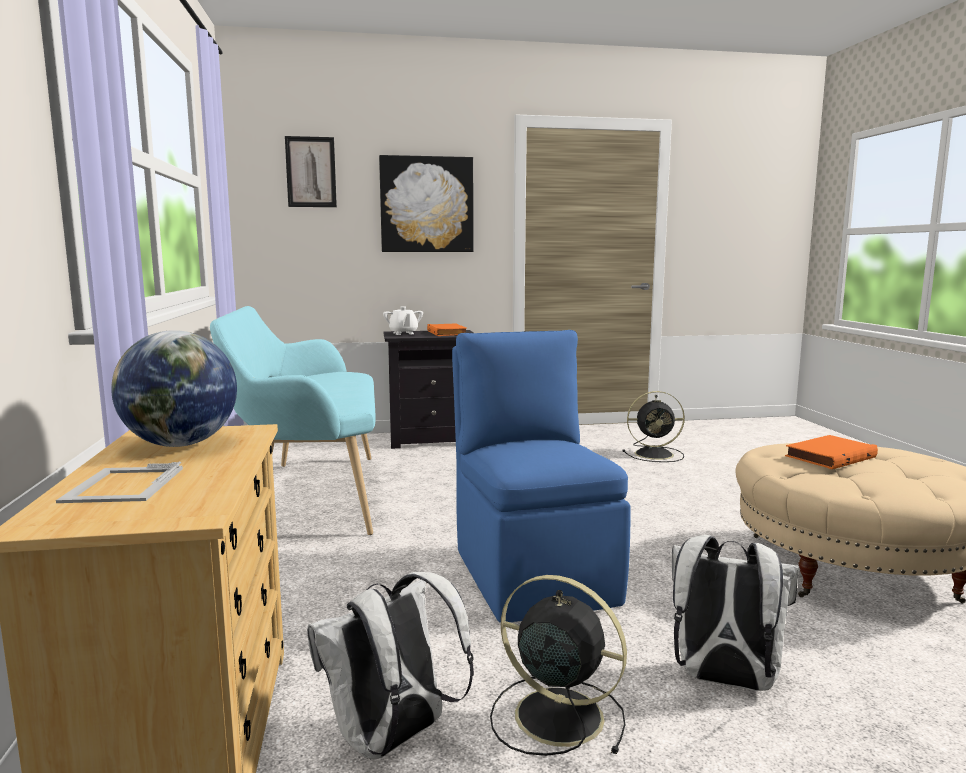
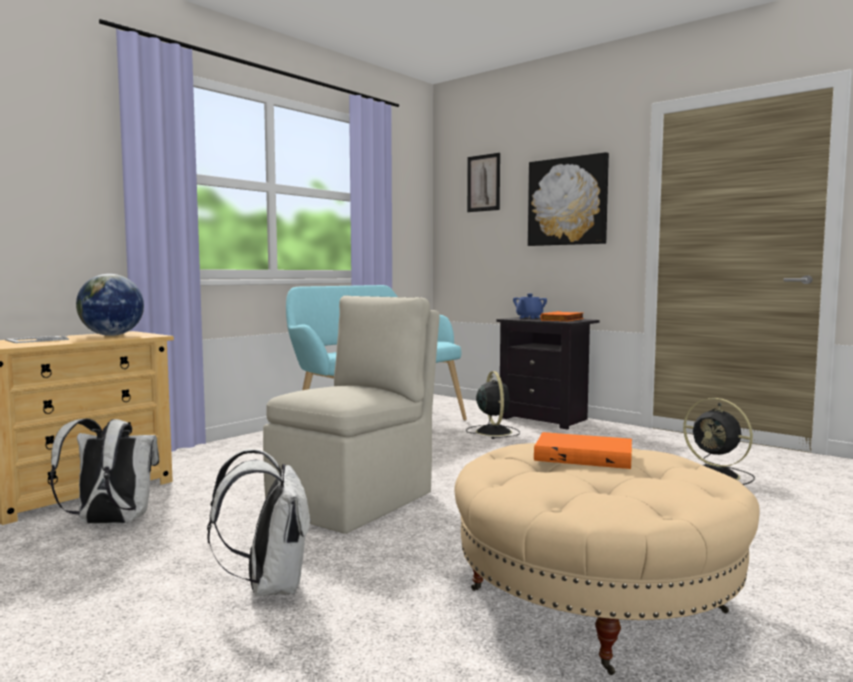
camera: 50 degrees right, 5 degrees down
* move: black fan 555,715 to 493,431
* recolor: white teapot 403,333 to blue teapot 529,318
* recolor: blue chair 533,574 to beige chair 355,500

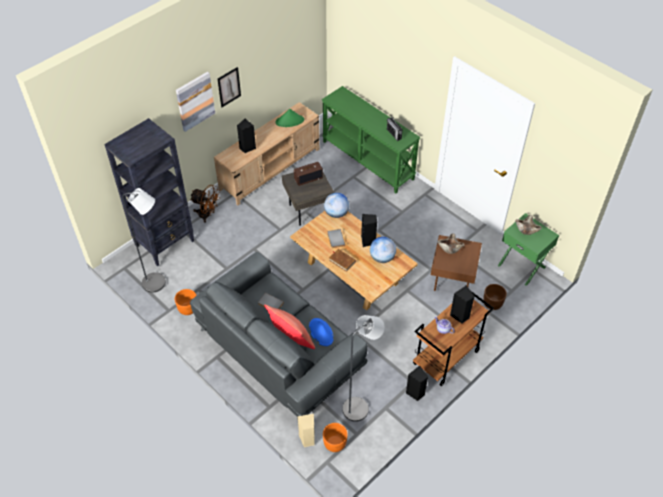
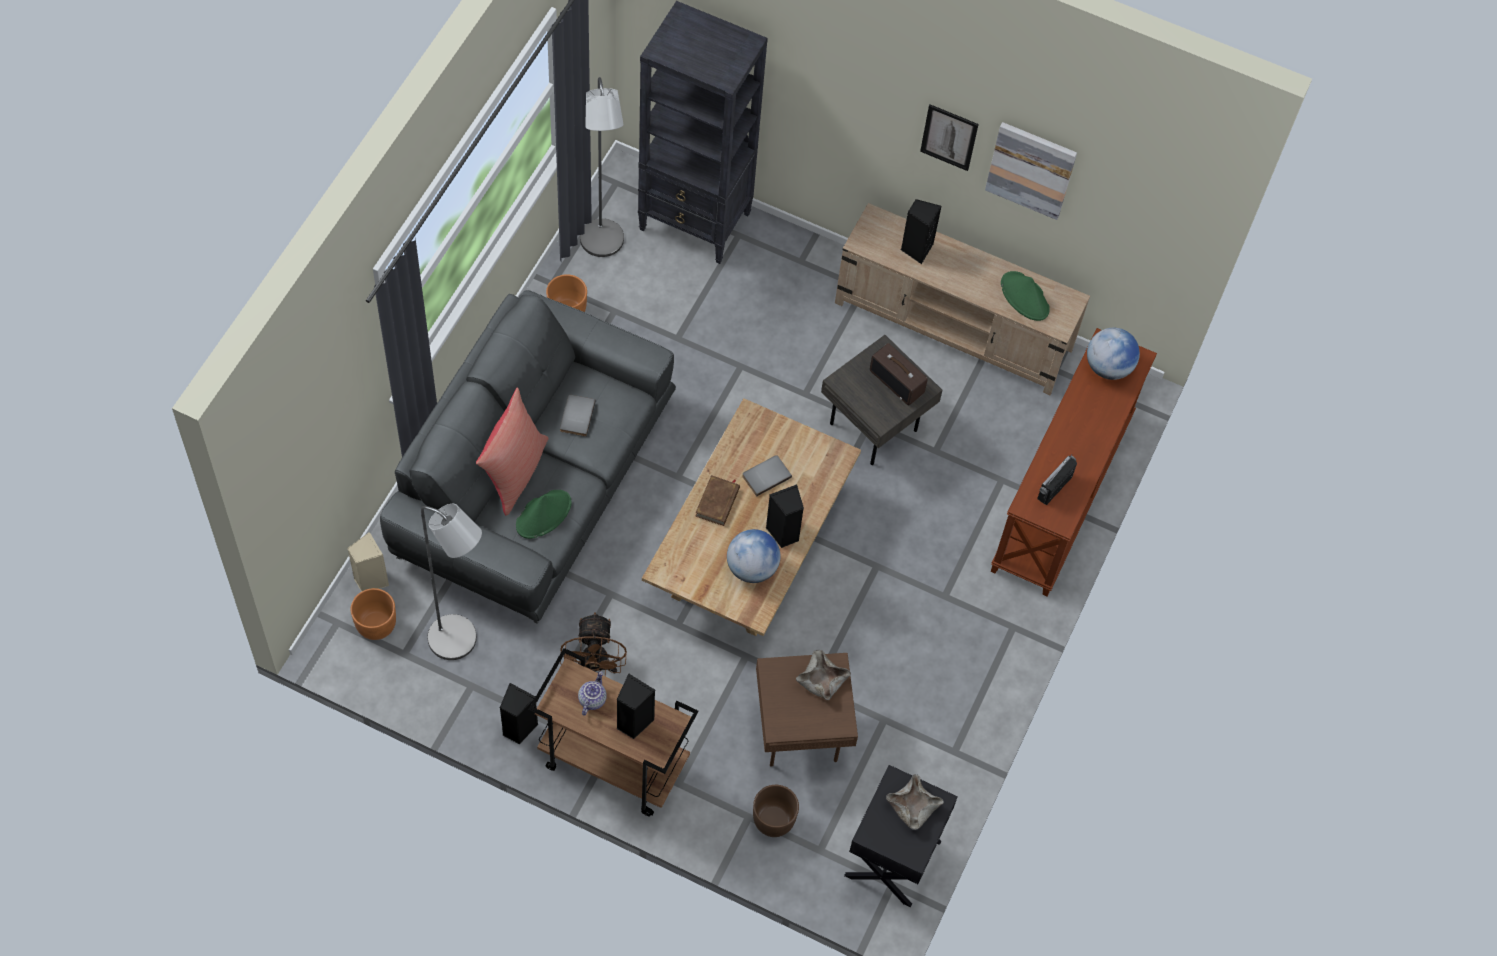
camera: 65 degrees right, 10 degrees up
* move: picture 195,101 to 1031,169
* move: brown fan 207,215 to 594,667
* move: globe 336,213 to 1108,367
* recolor: blue hat 321,332 to green hat 544,514
* recolor: green console table 368,160 to brown console table 1062,495
* recolor: green nightstand 522,266 to black nightstand 894,859

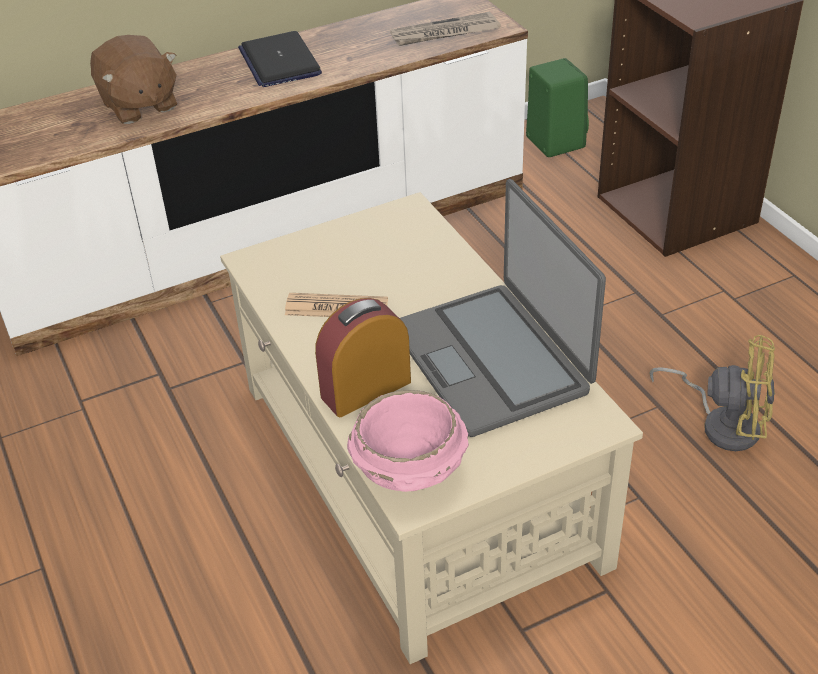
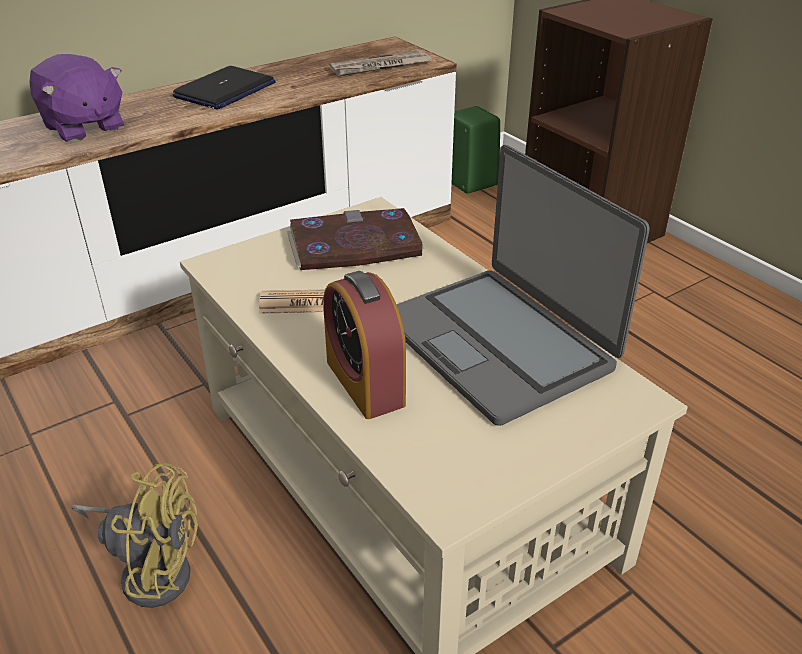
camera: 10 degrees left, 5 degrees down
* delete: pink bowl 410,472
* insert: book 354,246
* move: yellow fan 723,424 to 152,569
* recolor: brown plush toy 139,106 to purple plush toy 83,127
* rotate: laptop 279,61 = 225,90 120 degrees counterclockwise
* rotate: alarm clock 366,389 = 365,383 75 degrees counterclockwise

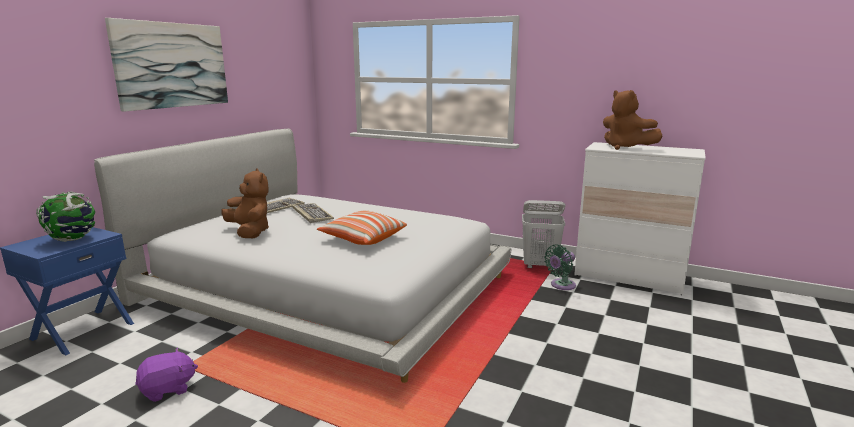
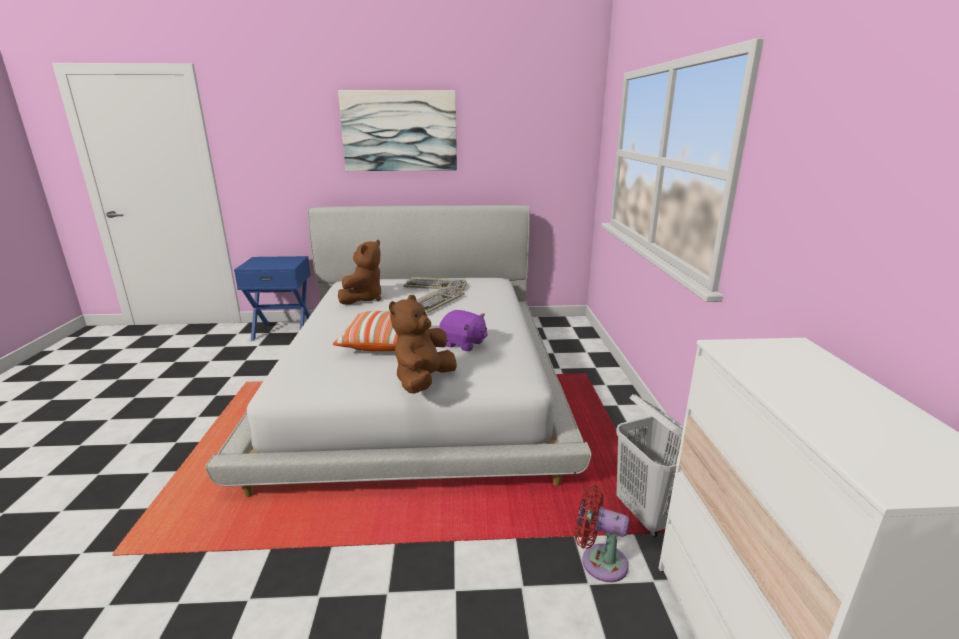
camera: 60 degrees right, 5 degrees up
* delete: globe 72,239
* move: purple plush toy 168,389 to 463,344
* move: brown plush toy 625,148 to 423,381
* recolor: green fan 561,285 to red fan 599,561

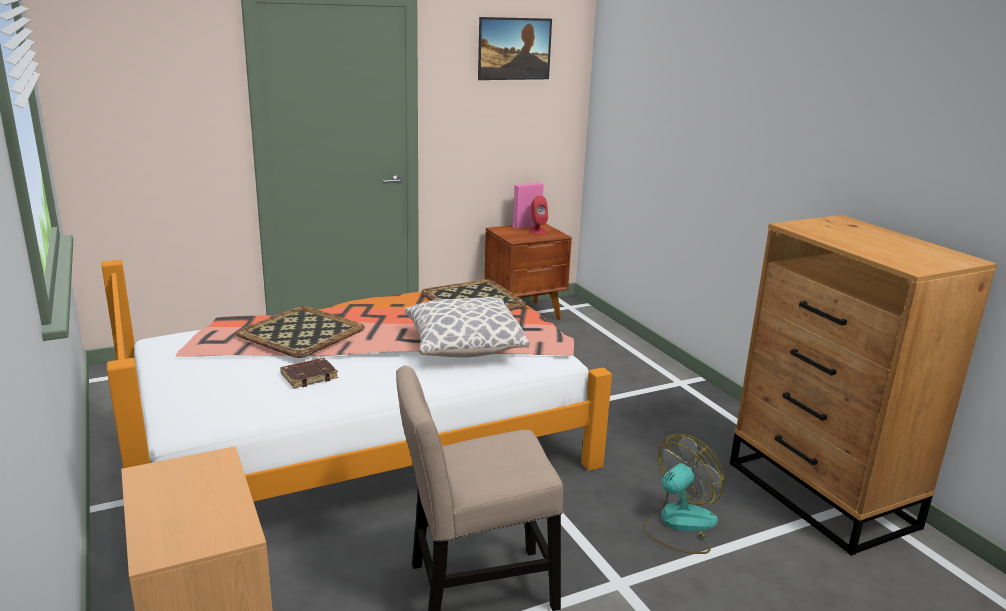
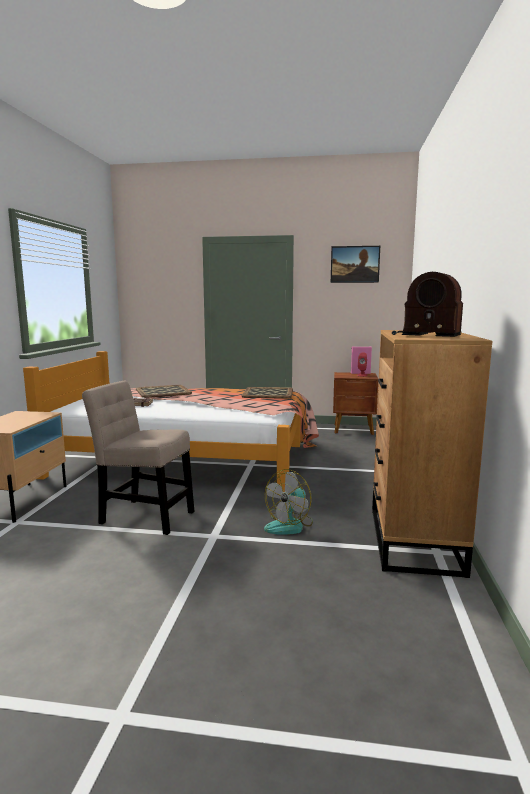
camera: 35 degrees right, 10 degrees down
* delete: pillow 464,347
* insert: radio 425,335
* rotate: fan 679,524 = 290,525 135 degrees clockwise

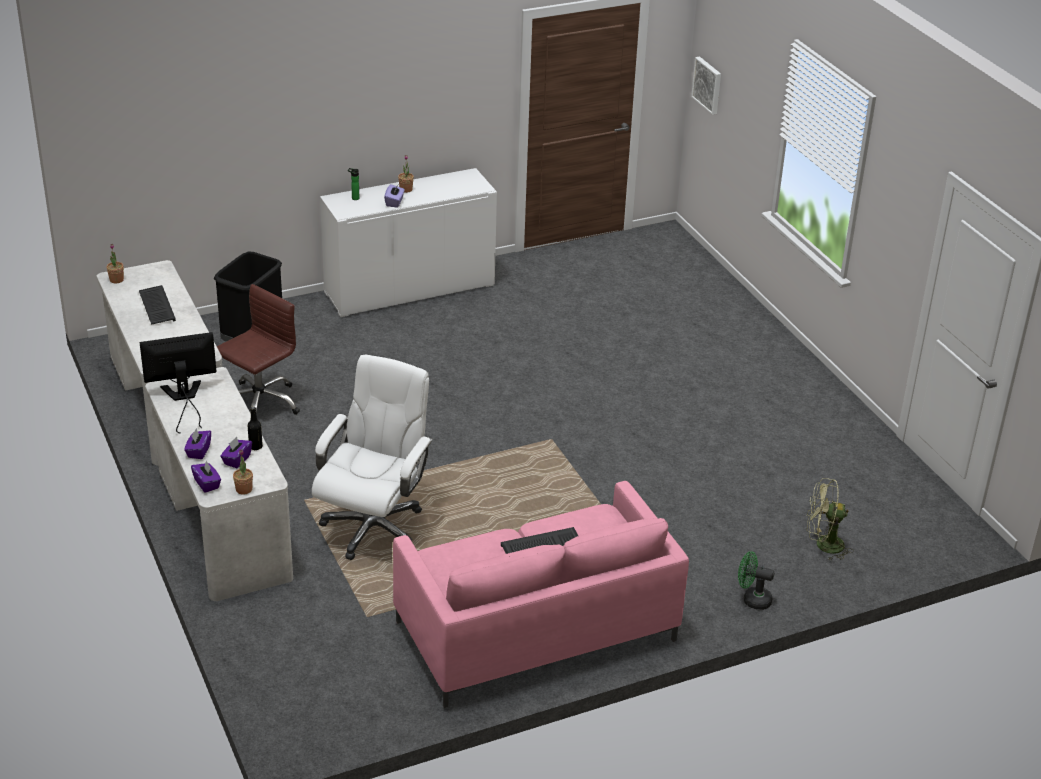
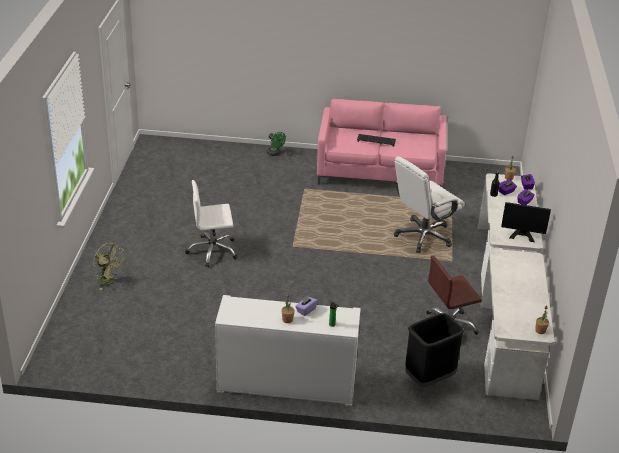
camera: 150 degrees left, 0 degrees up
* delete: keyboard 156,306
* delete: picture 708,85
* insert: white office chair 212,251
* move: green fan 823,545 to 109,281

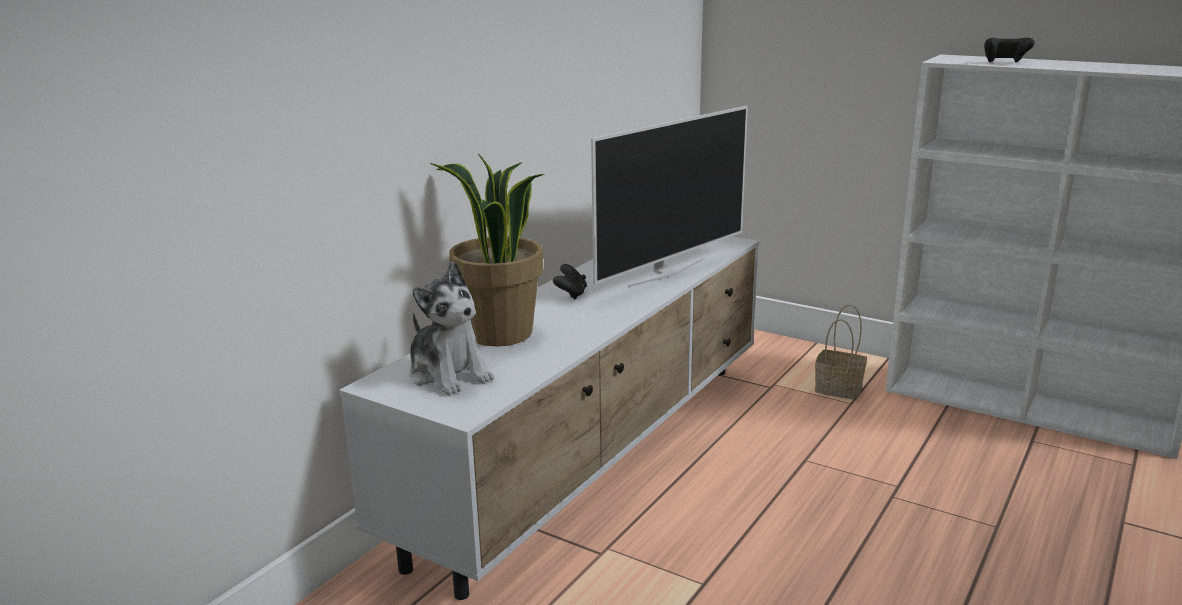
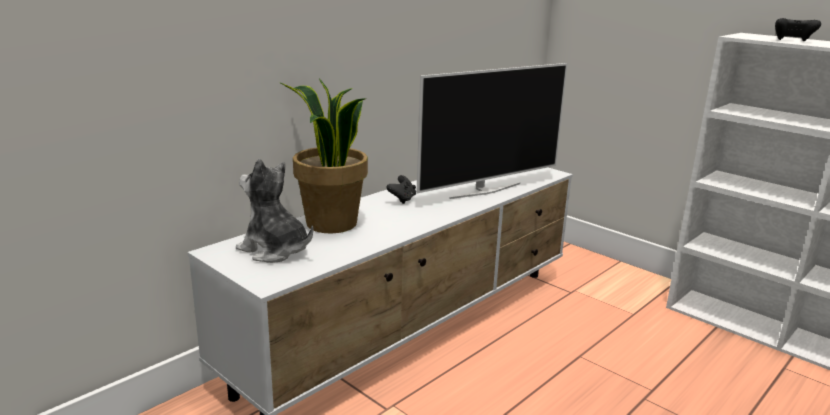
camera: 10 degrees right, 0 degrees up
* delete: basket 840,389
* rotate: plush toy 449,374 = 275,250 150 degrees clockwise

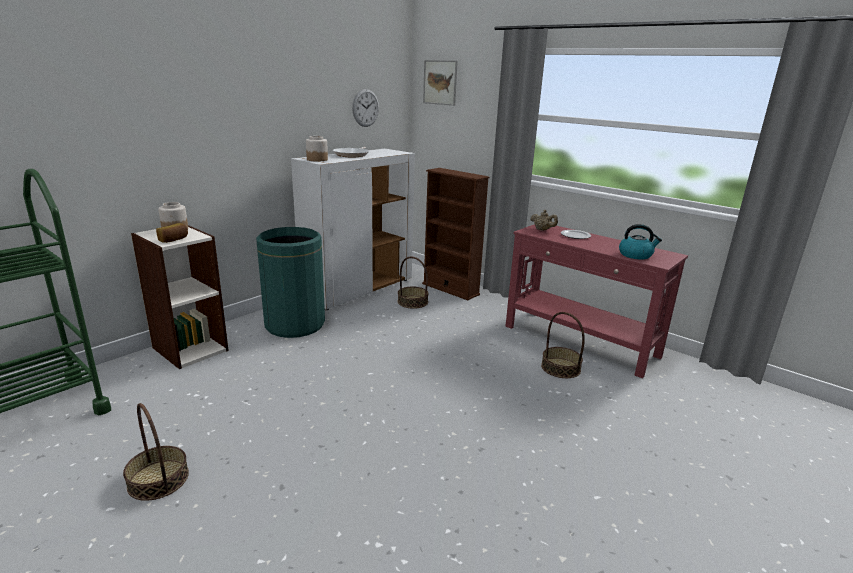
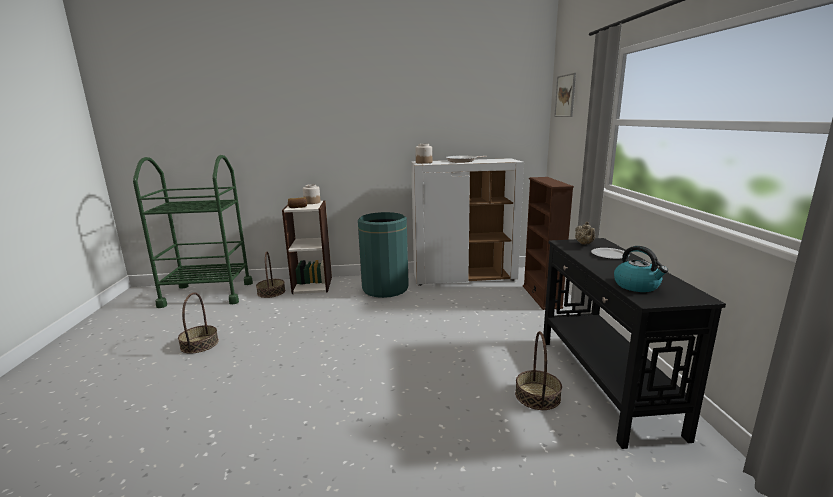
camera: 45 degrees right, 5 degrees down
* delete: wall clock 365,108
* move: basket 412,302 to 271,292
* recolor: red console table 580,341 to black console table 604,383

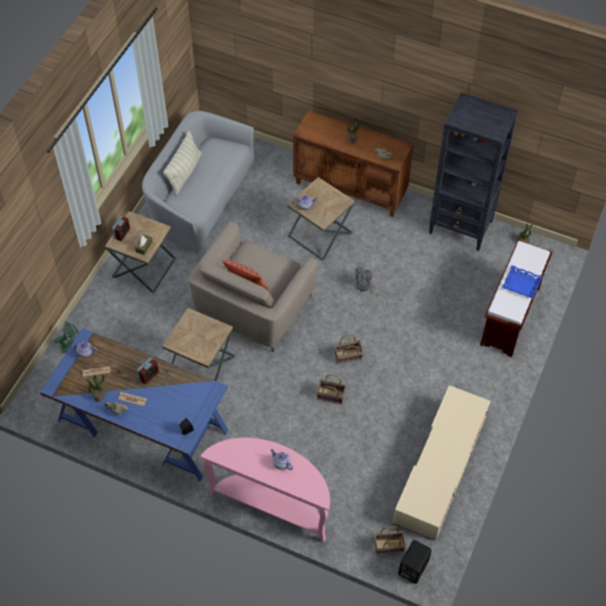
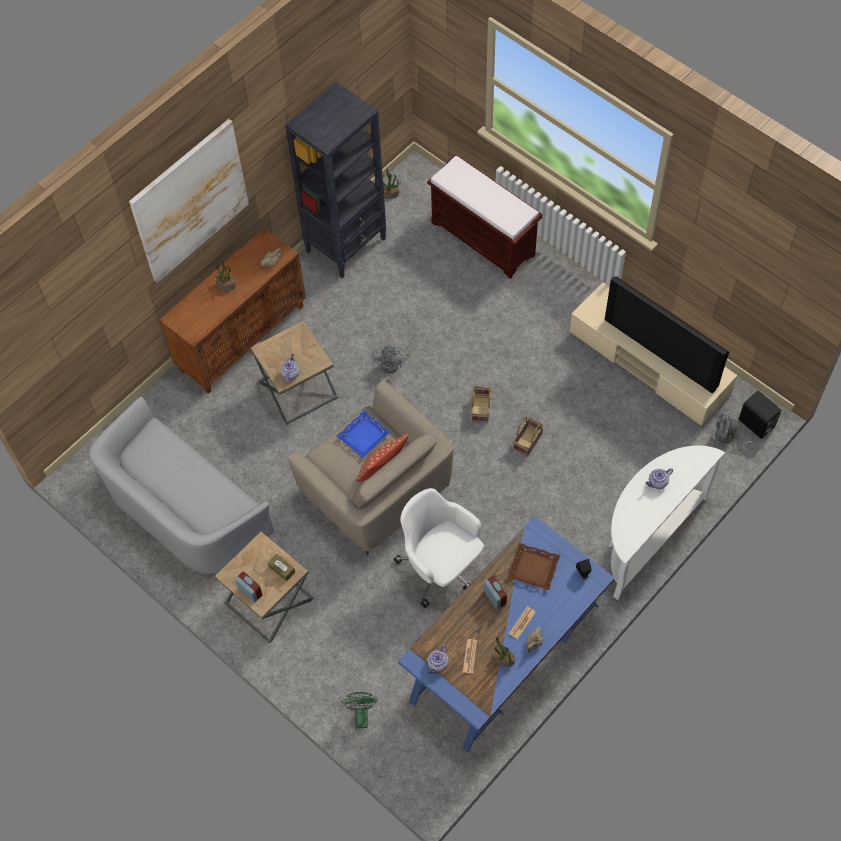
camera: 70 degrees left, 5 degrees up
* delete: pillow 185,173
* insert: picture 190,201
* insert: brown tray 533,568
* insert: television 663,351
* move: blue tray 521,284 to 364,436
* replace: brown side table 202,365 to white office chair 441,567
* replace: basket 388,547 to grey fan 727,439
* recolor: pink console table 273,503 to white console table 647,536

